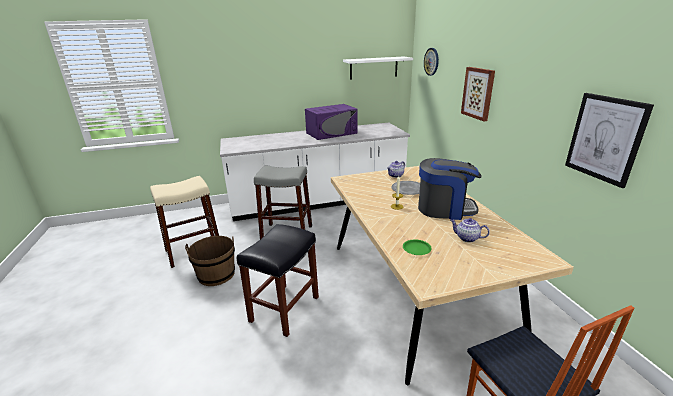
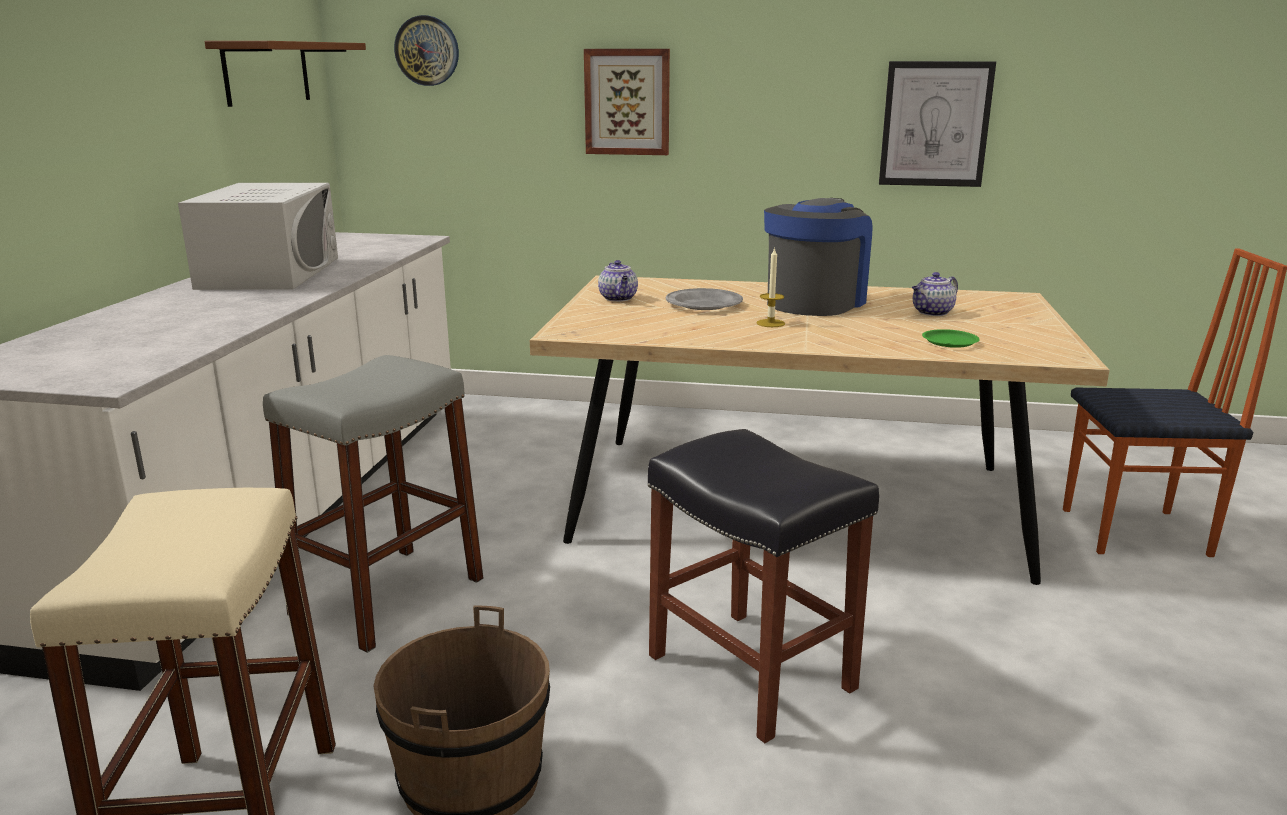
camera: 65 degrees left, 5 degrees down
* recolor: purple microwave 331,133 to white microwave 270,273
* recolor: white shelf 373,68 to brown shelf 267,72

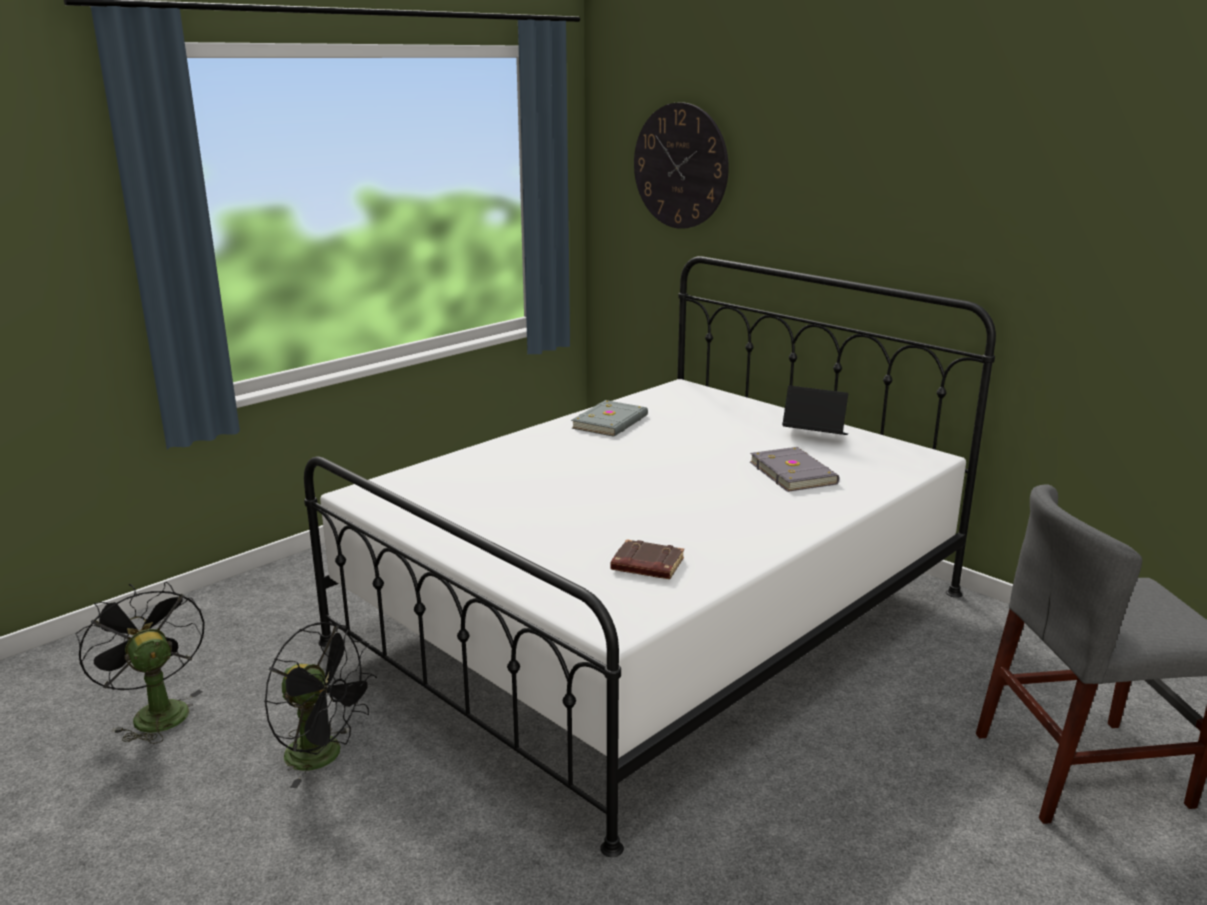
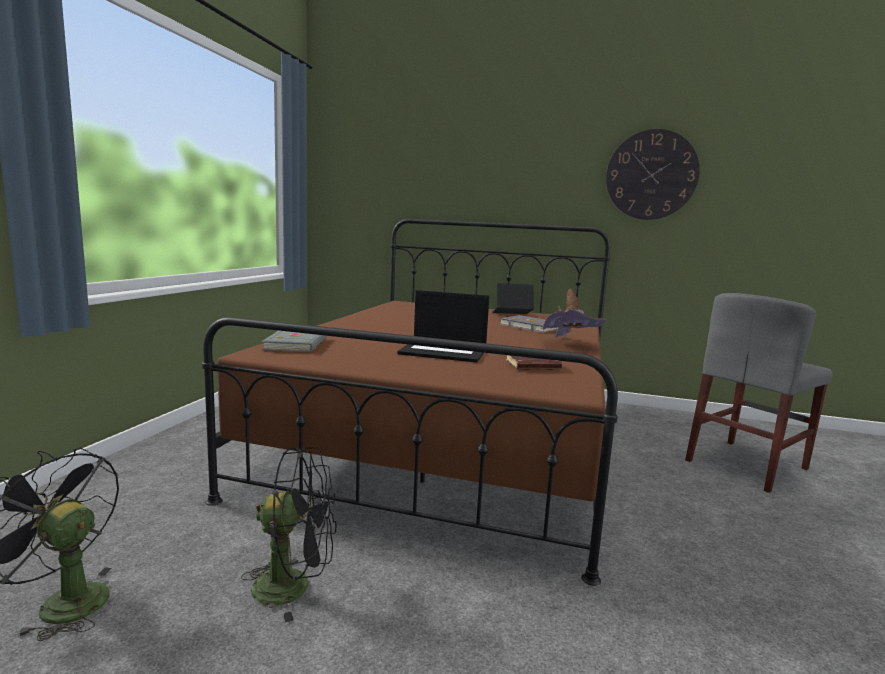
camera: 30 degrees left, 10 degrees down
* insert: laptop 444,352
* insert: brown hat 568,345
* move: grey book 611,422 to 297,344
* move: wall clock 680,166 to 651,175
* recolor: white bed 653,616 to brown bed 451,439

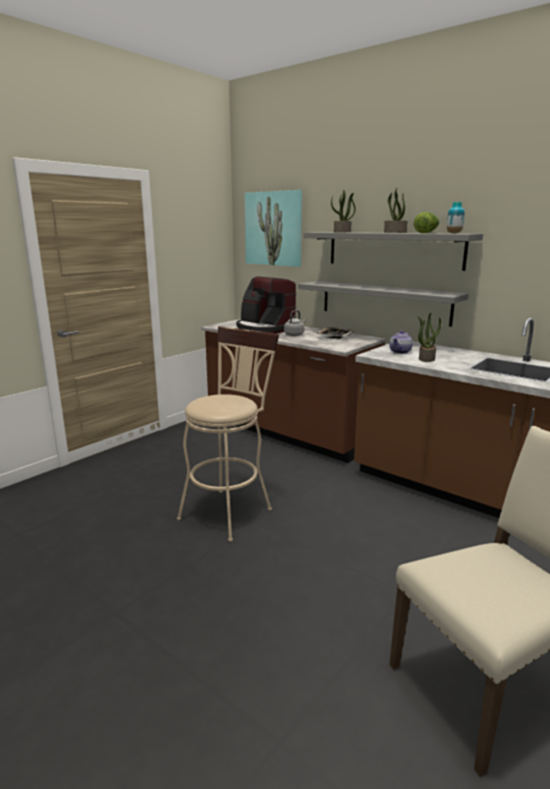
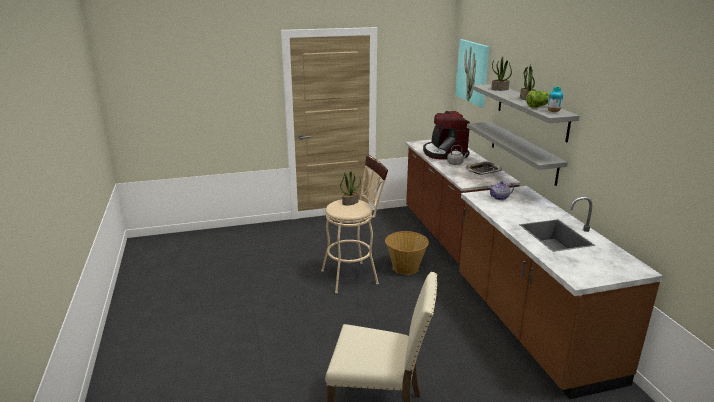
camera: 35 degrees right, 5 degrees up
* insert: basket 405,267
* move: potted plant 426,358 to 350,202

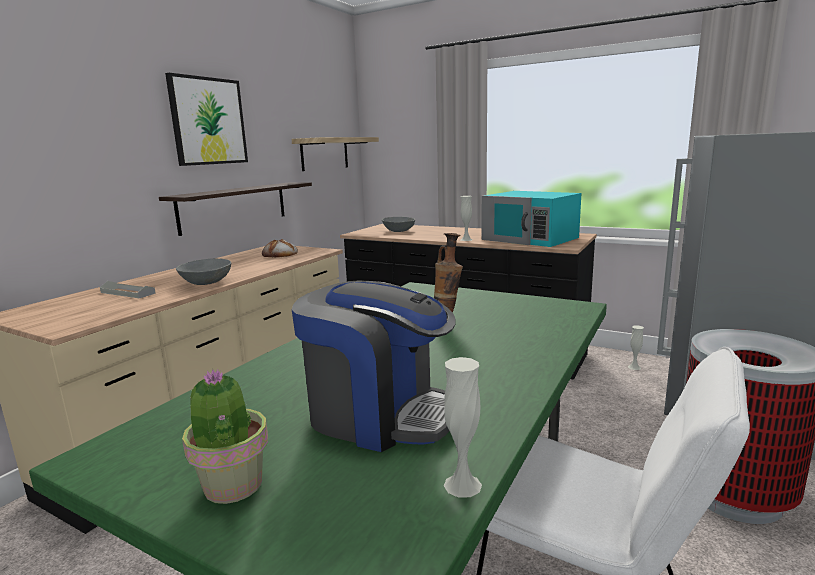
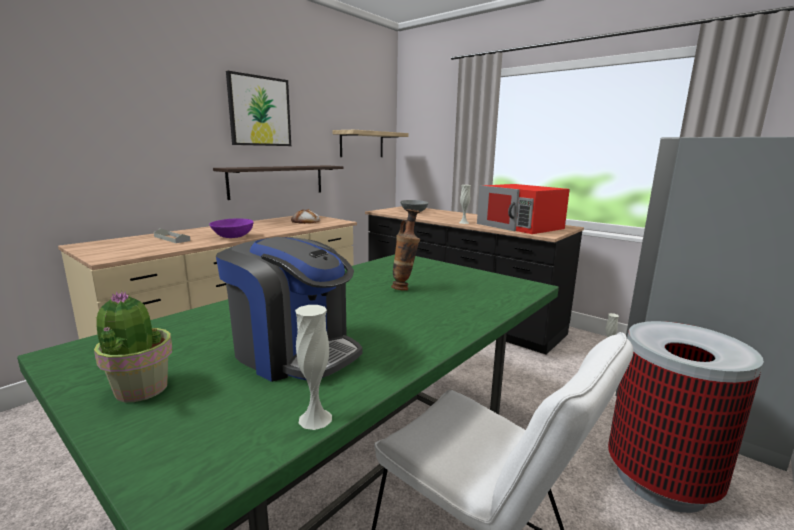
camera: 10 degrees right, 0 degrees up
* recolor: grey bowl 206,282 to purple bowl 232,236
* recolor: turquoise microwave 530,238 to red microwave 520,226

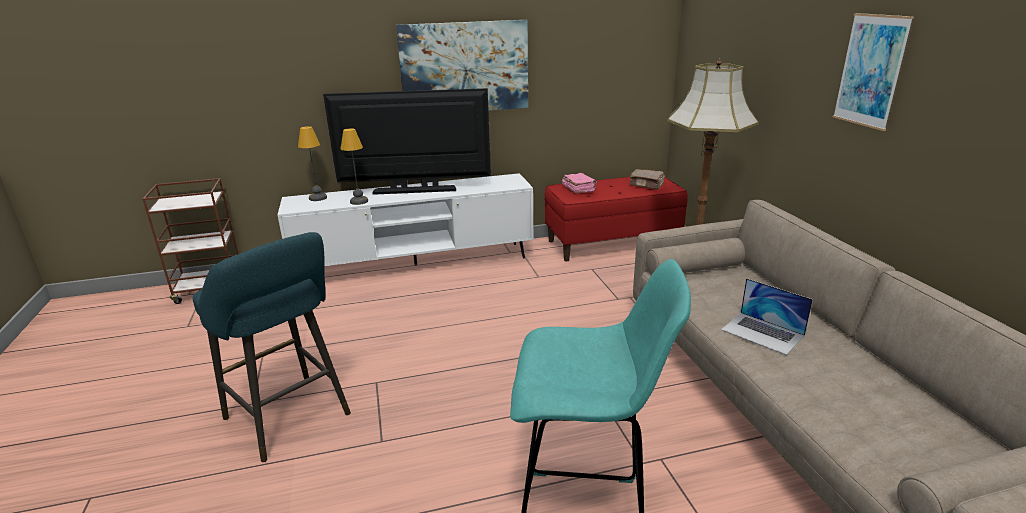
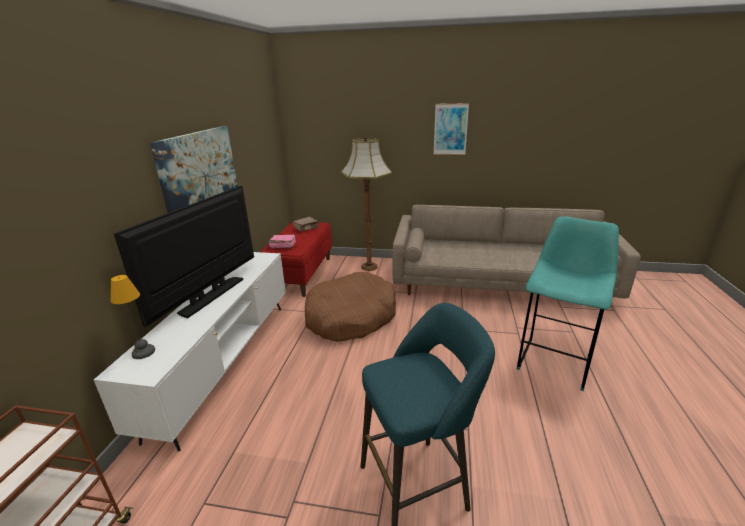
camera: 65 degrees left, 0 degrees up
* delete: table lamp 359,201
* delete: laptop 762,333
* insert: brown dog bed 350,317

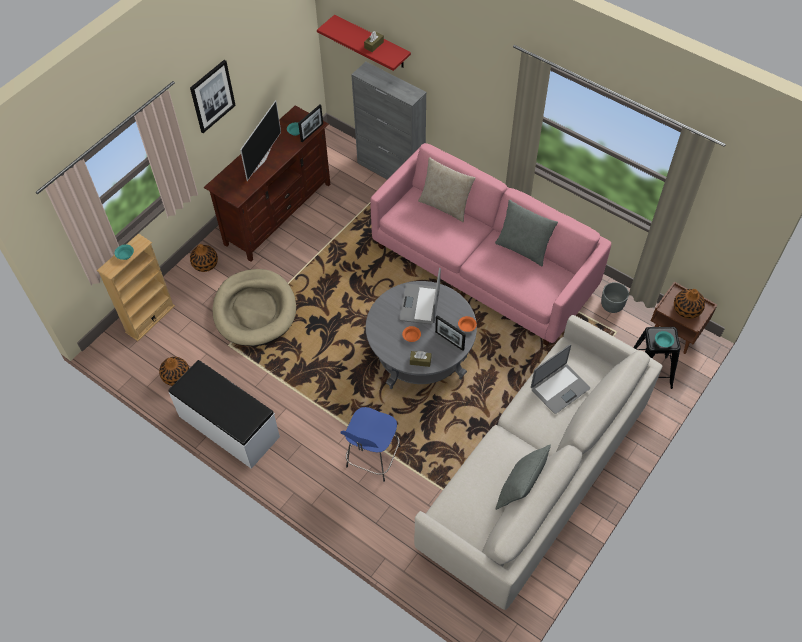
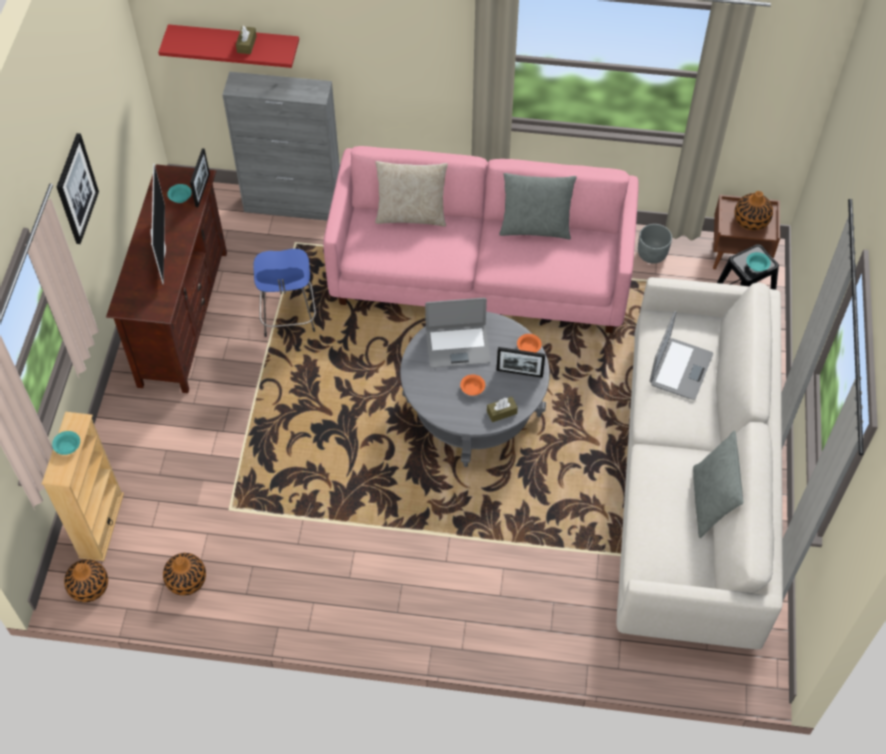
camera: 30 degrees left, 0 degrees up
* delete: white bench 228,427
* delete: beige dog bed 255,310
* move: vase 205,264 to 89,587
* move: blue stool 372,458 to 288,316
* rotate: laptop 420,304 = 457,346 75 degrees counterclockwise

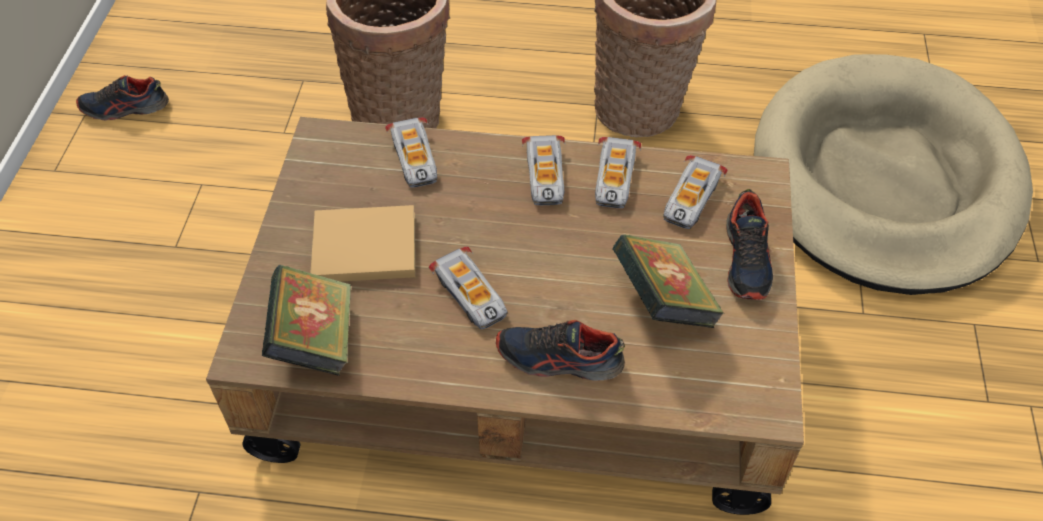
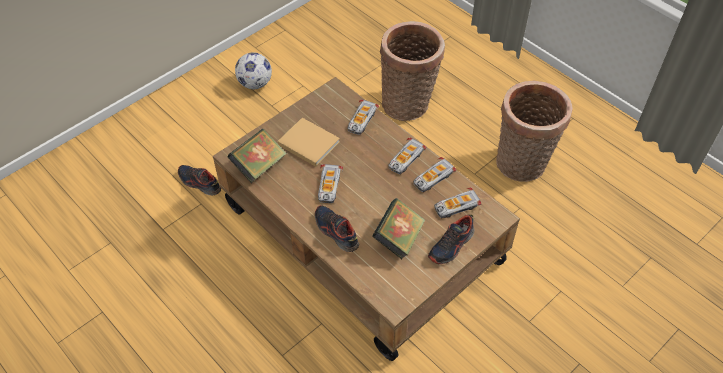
camera: 40 degrees right, 0 degrees up
* delete: beige dog bed 884,180
* insert: football 255,84
* move: shoe 125,108 to 199,183

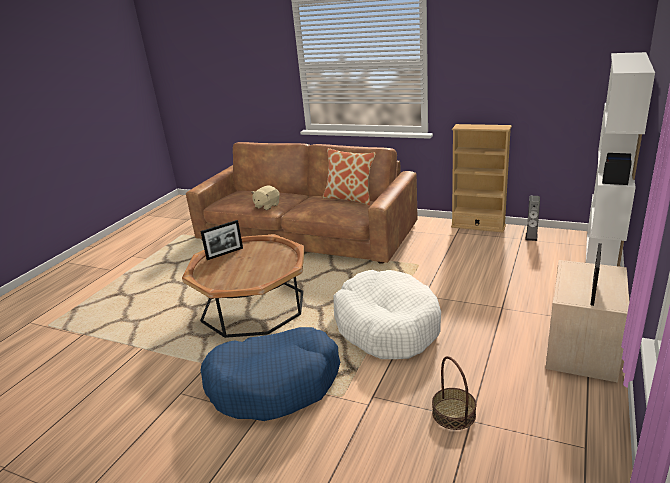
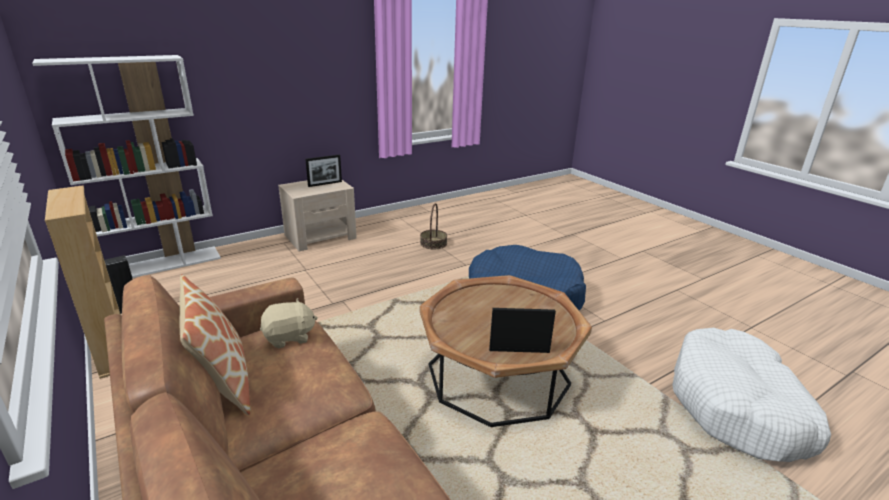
camera: 150 degrees left, 0 degrees up
* move: beige plush toy 267,206 to 289,337
* move: white dog bed 386,326 to 738,407

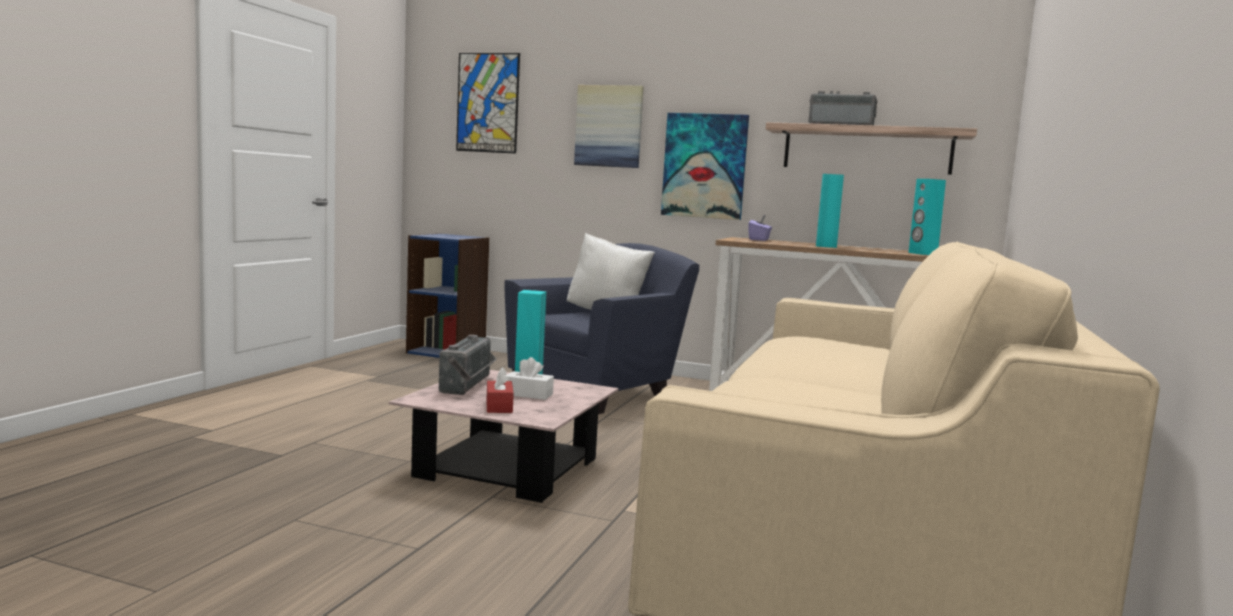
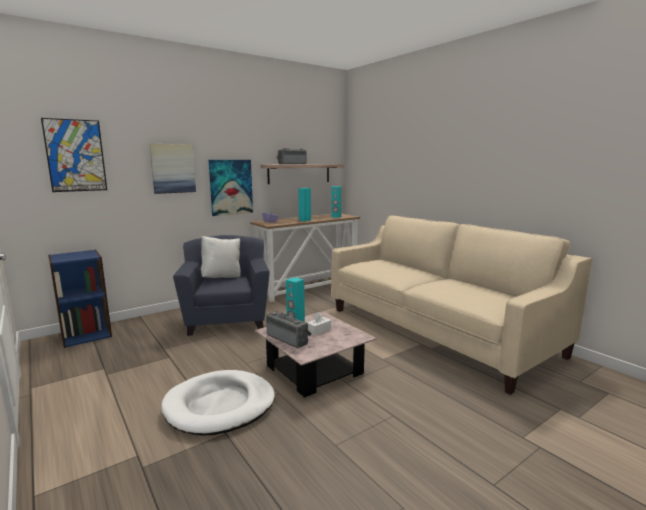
camera: 55 degrees left, 5 degrees up
* delete: red tissue box 499,406
* insert: white dog bed 220,405

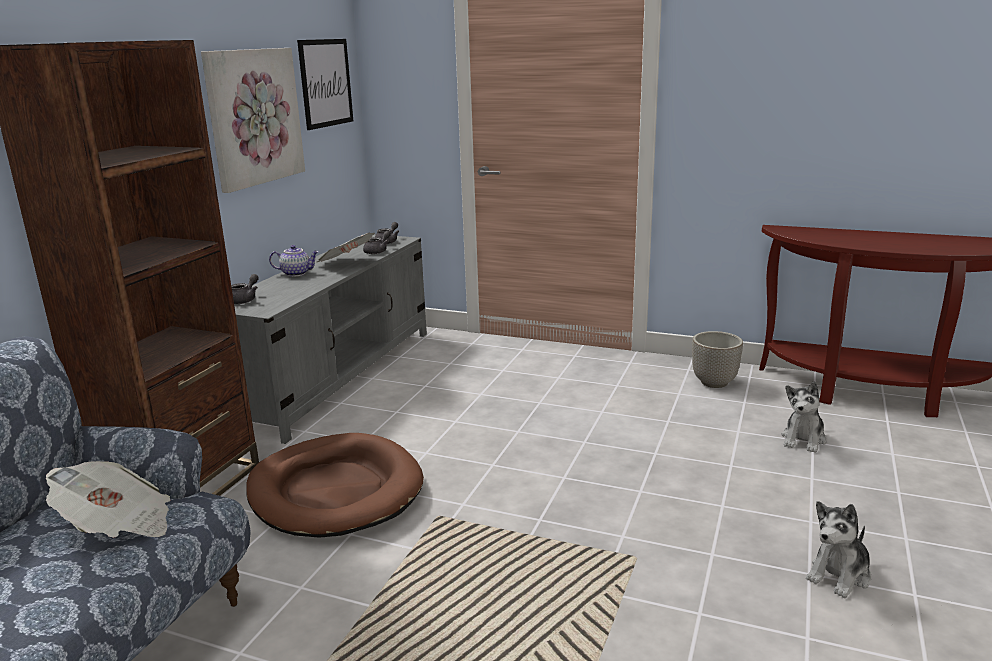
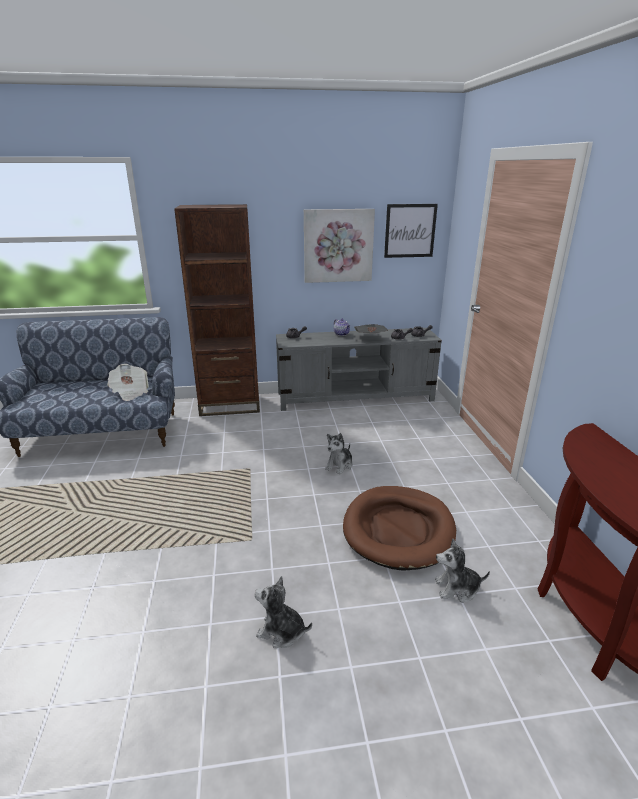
camera: 60 degrees right, 5 degrees up
* delete: planter 713,382
* insert: plush toy 339,465
* move: brown dog bed 335,491 to 398,530

